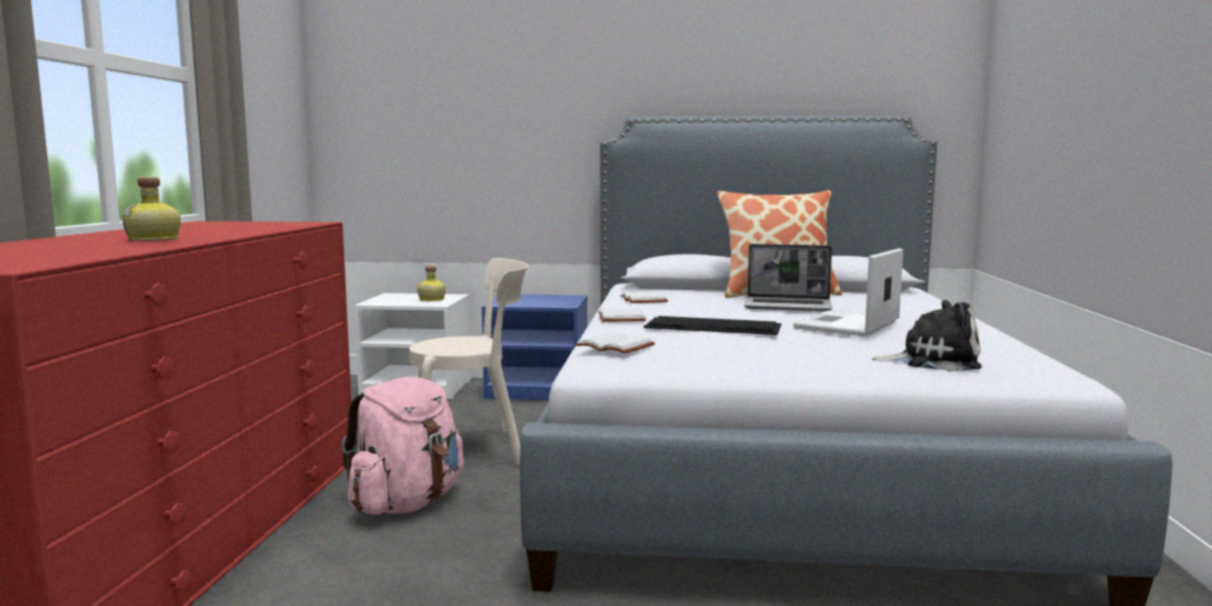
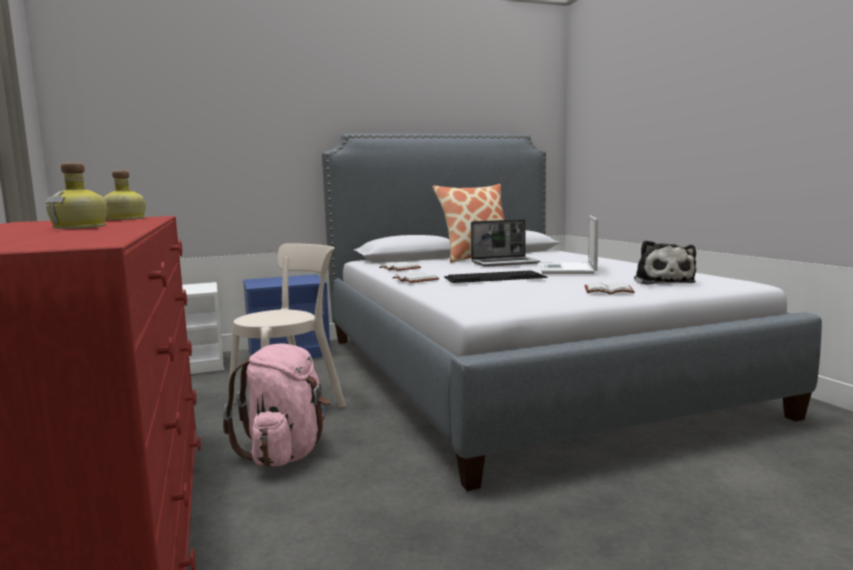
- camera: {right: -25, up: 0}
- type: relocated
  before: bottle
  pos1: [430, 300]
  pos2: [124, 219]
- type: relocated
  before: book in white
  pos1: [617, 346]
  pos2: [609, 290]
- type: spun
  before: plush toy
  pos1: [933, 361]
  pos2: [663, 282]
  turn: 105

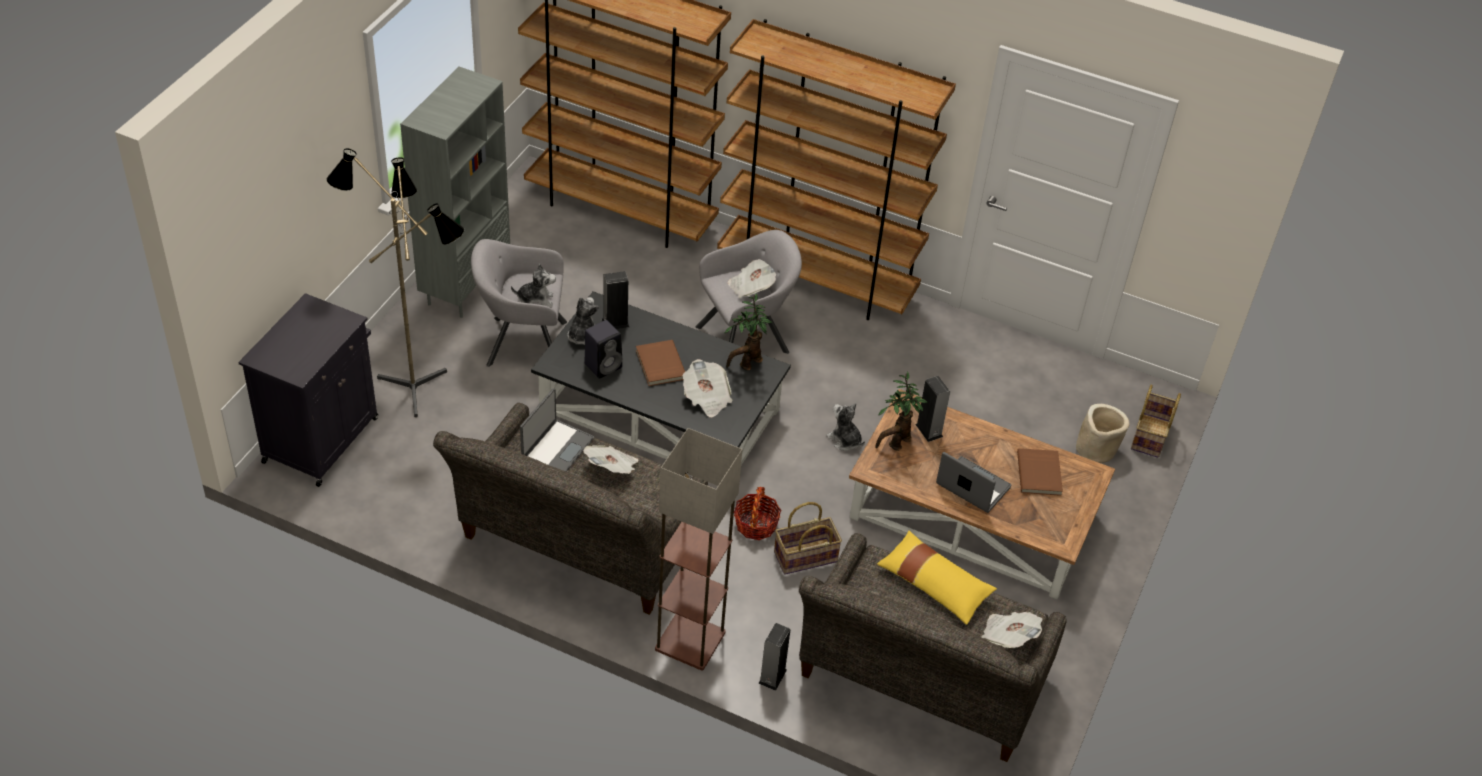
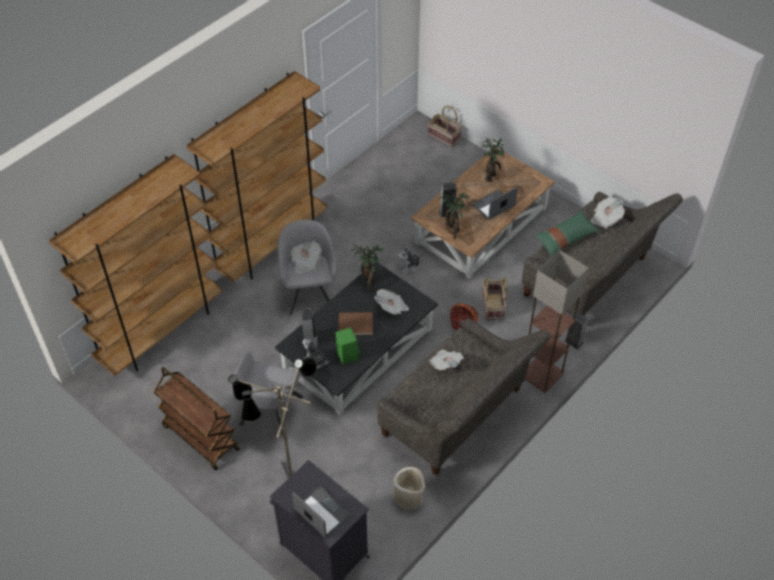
- camera: {right: -70, up: 5}
- type: exchanged
  before: bookcase in grey
  after: cart in brown
  pos1: [465, 285]
  pos2: [200, 437]
- type: relocated
  before: laptop
  pos1: [556, 448]
  pos2: [321, 513]
- type: colour
  before: speaker in black
  after: speaker in green
  pos1: [604, 365]
  pos2: [347, 354]
- type: relocated
  before: planter in beige
  pos1: [1096, 450]
  pos2: [409, 497]
- type: exchanged
  before: book in brown
  after: potted plant
  pos1: [1040, 474]
  pos2: [491, 176]
- type: colour
  before: pillow in yellow
  after: pillow in green
  pos1: [934, 584]
  pos2: [565, 238]
- type: missing
  before: plush toy
  pos1: [536, 300]

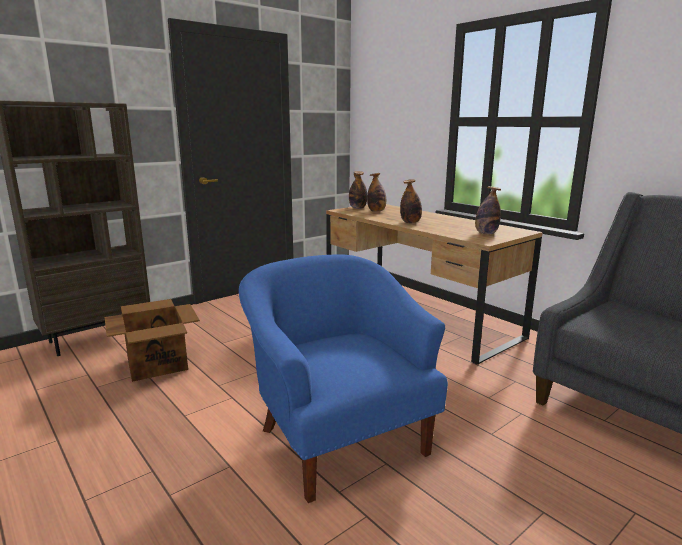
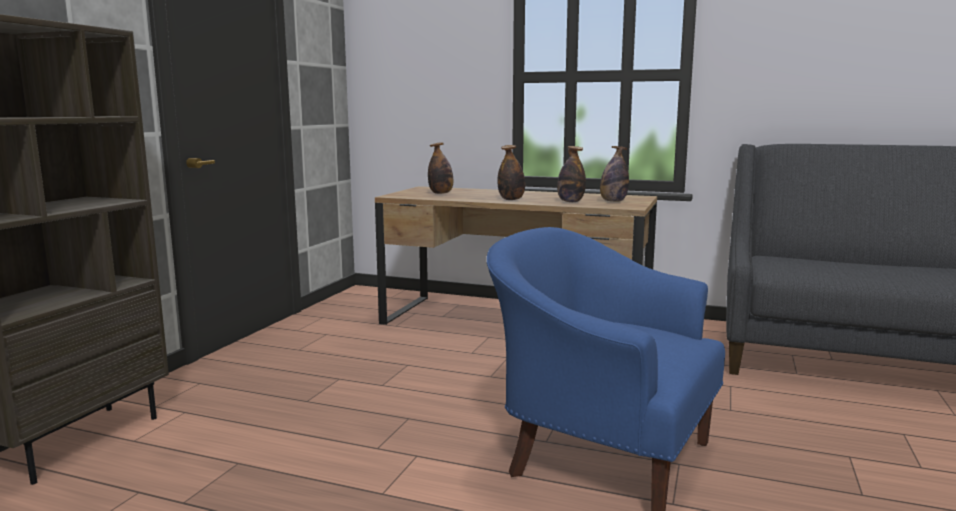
- camera: {right: -30, up: -5}
- type: relocated
  before: bottle
  pos1: [357, 208]
  pos2: [570, 201]
- type: missing
  before: cardboard box
  pos1: [157, 363]

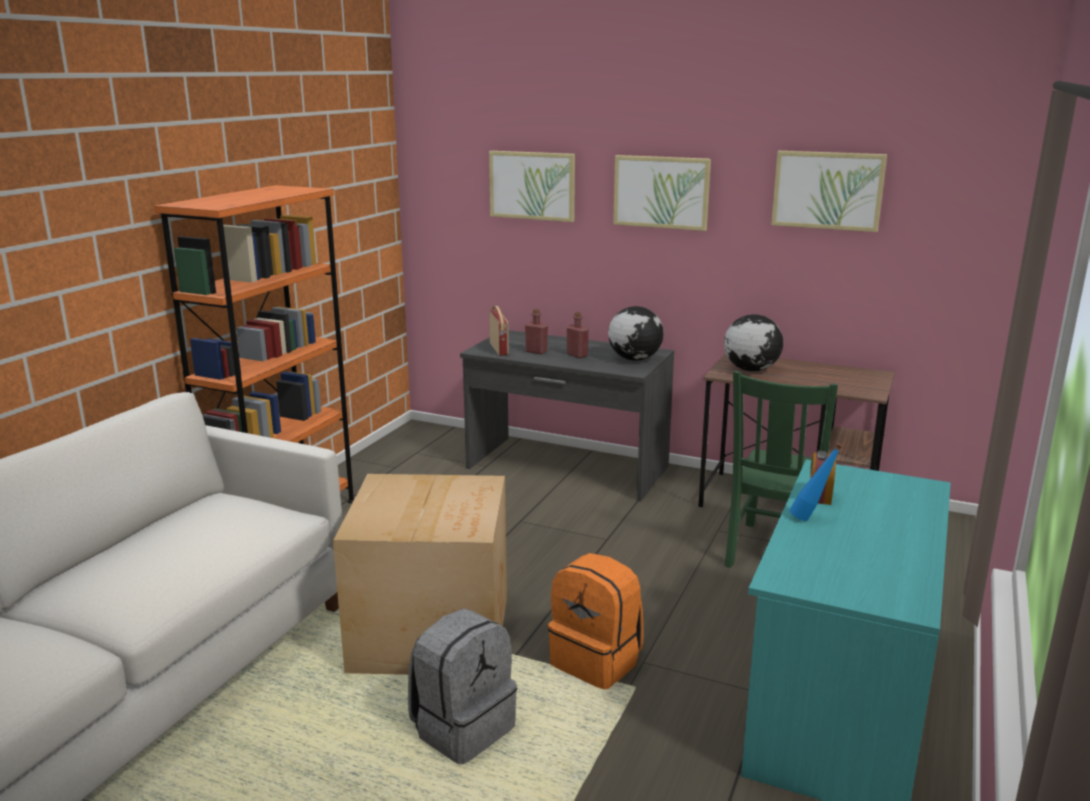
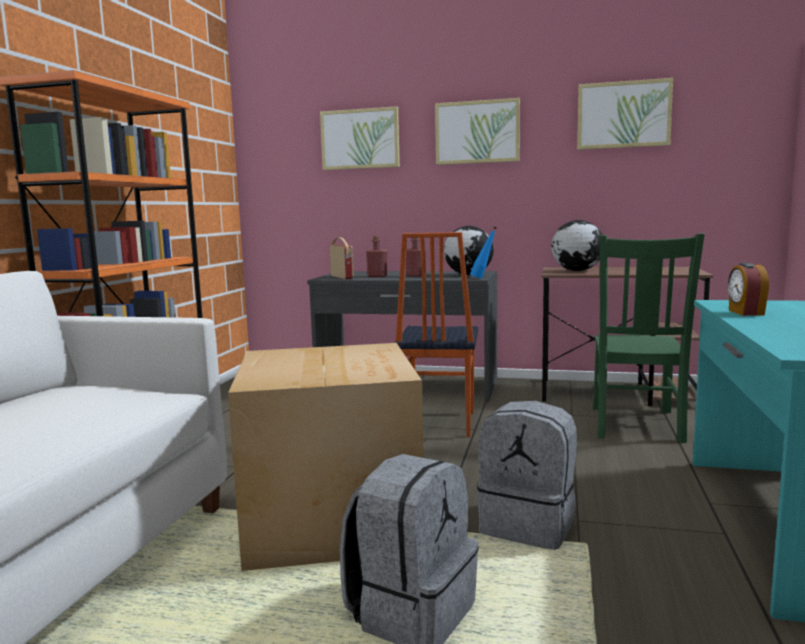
- camera: {right: -10, up: -10}
- type: appeared
  after: chair
  pos2: [437, 423]
- type: relocated
  before: bottle in blue
  pos1: [811, 519]
  pos2: [483, 278]
- type: colour
  before: backpack in orange
  after: backpack in grey
  pos1: [597, 661]
  pos2: [529, 525]

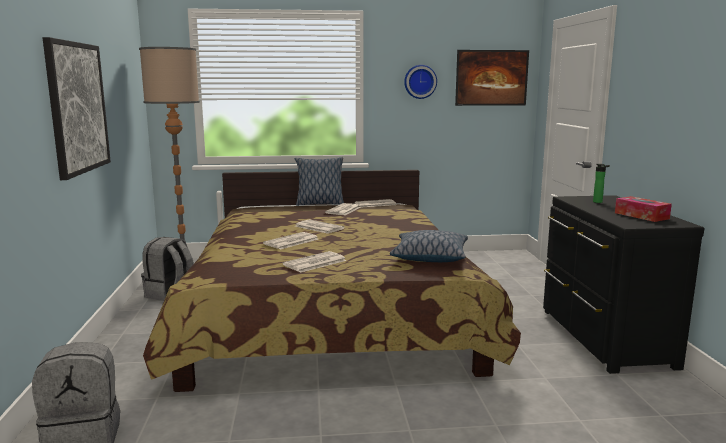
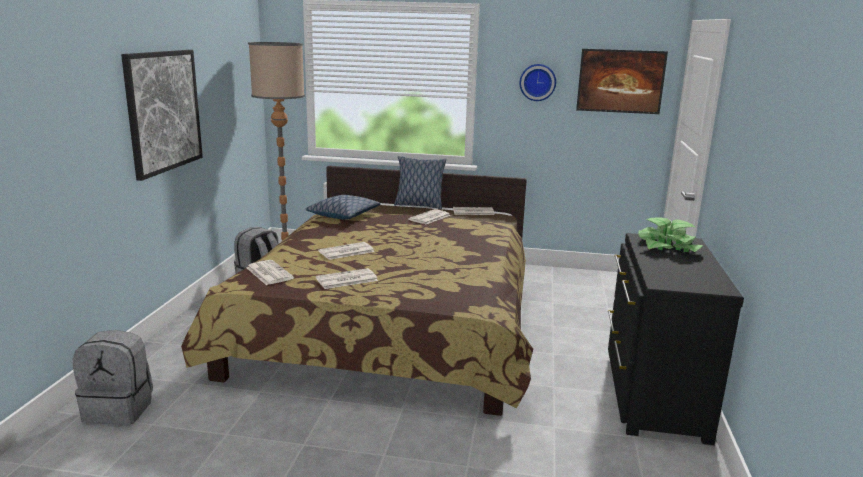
- camera: {right: 15, up: 5}
- type: relocated
  before: newspaper
  pos1: [318, 227]
  pos2: [268, 273]
- type: relocated
  before: pillow
  pos1: [429, 257]
  pos2: [343, 215]
- type: exchanged
  before: bottle
  after: potted plant
  pos1: [599, 202]
  pos2: [667, 247]
- type: missing
  before: tissue box
  pos1: [641, 216]

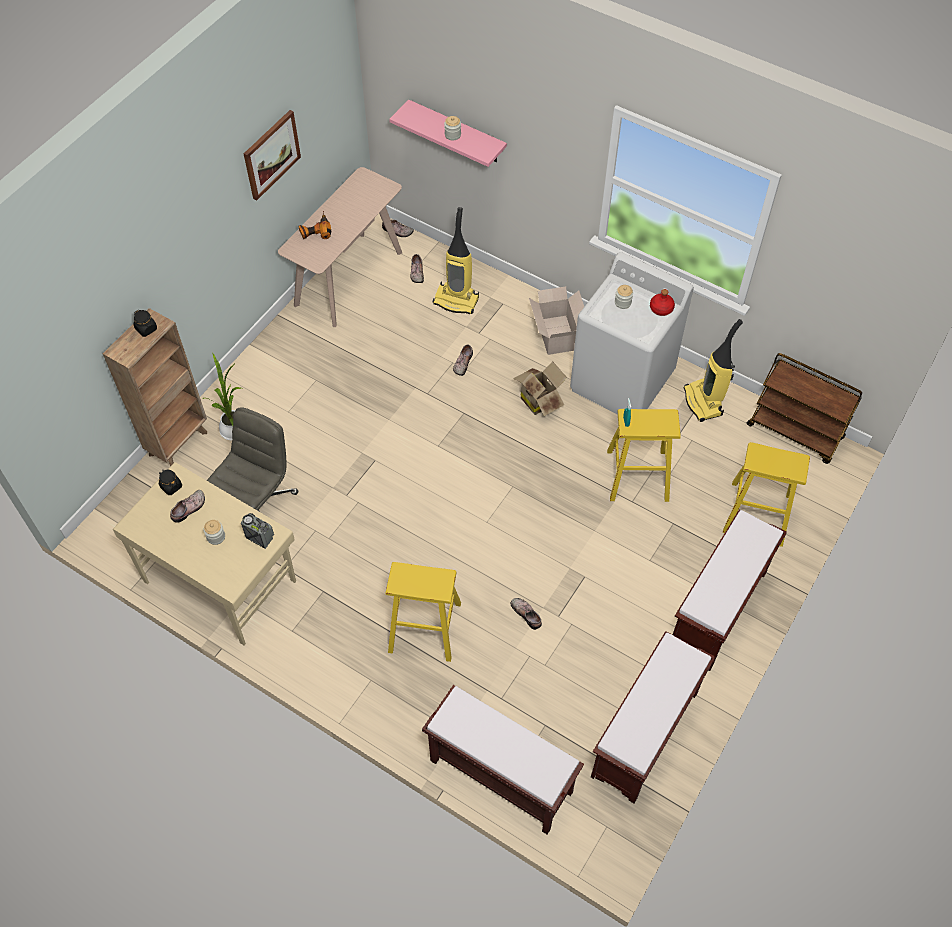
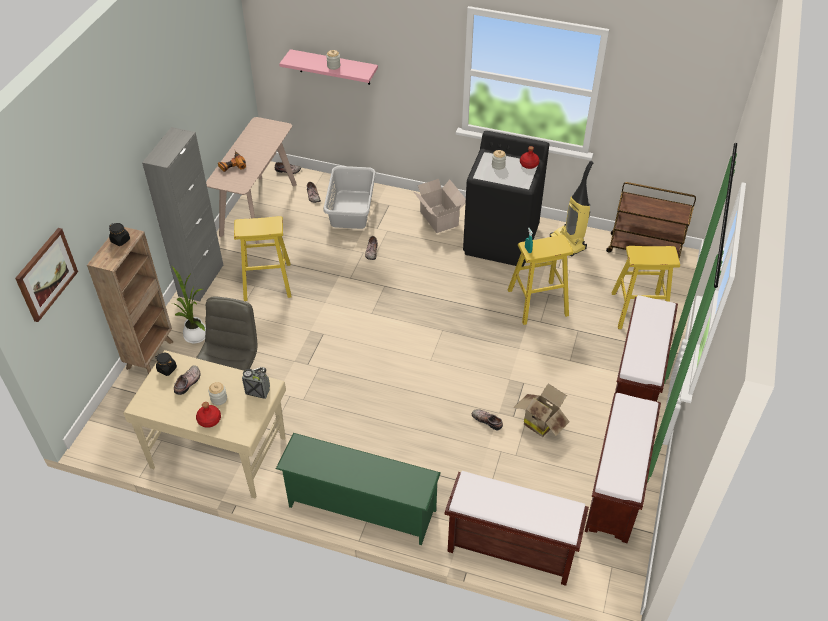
- camera: {right: -15, up: -10}
- type: relocated
  before: picture
  pos1: [271, 154]
  pos2: [46, 274]
- type: appeared
  after: cabinet in grey
  pos2: [201, 280]
- type: appeared
  after: bottle in red
  pos2: [209, 420]
- type: relocated
  before: stool in yellow
  pos1: [424, 627]
  pos2: [267, 281]
- type: appeared
  after: shoe rack in green
  pos2: [360, 509]
- type: exchanged
  before: vacuum cleaner
  after: laundry basket in grey
  pos1: [457, 300]
  pos2: [351, 209]
- type: colour
  before: washing machine in white
  after: washing machine in black
  pos1: [622, 381]
  pos2: [501, 240]
- type: relocated
  before: cardboard box
  pos1: [539, 400]
  pos2: [540, 422]

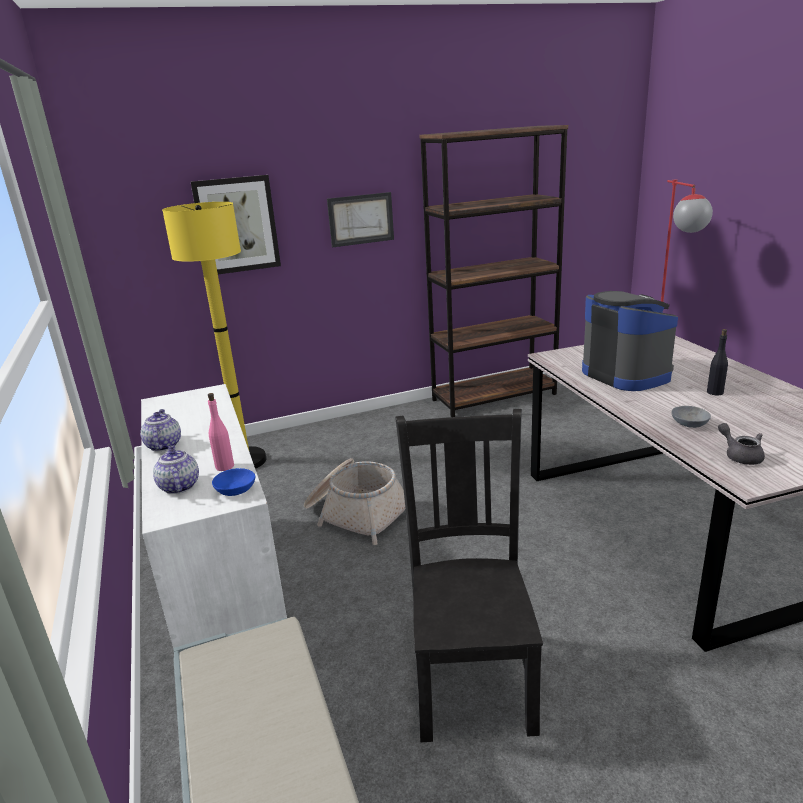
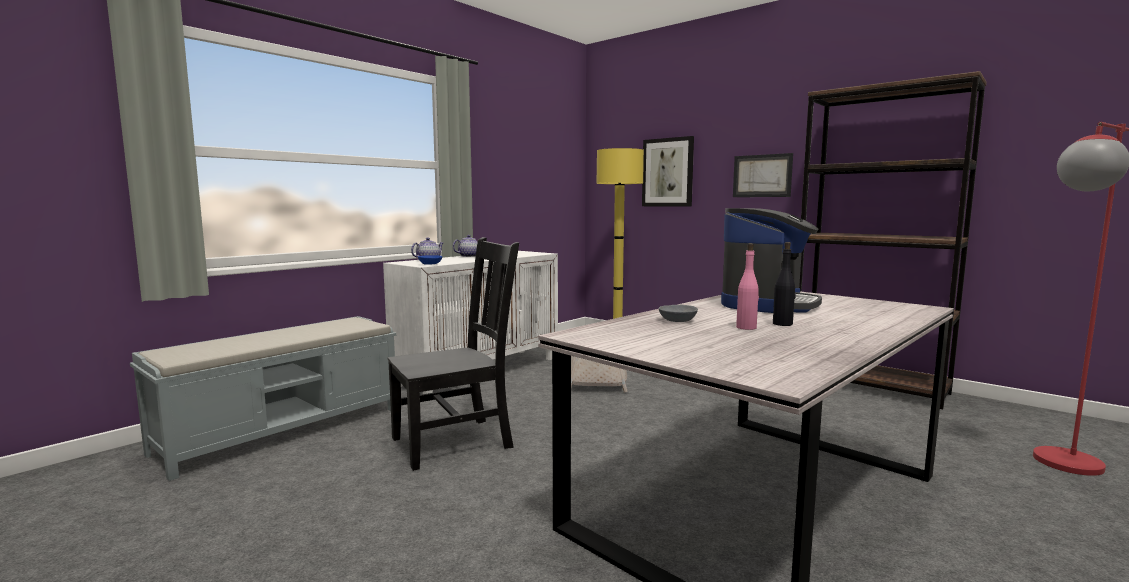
- camera: {right: 60, up: -15}
- type: relocated
  before: bottle in pink
  pos1: [225, 466]
  pos2: [746, 327]
- type: missing
  before: teapot in grey
  pos1: [740, 456]

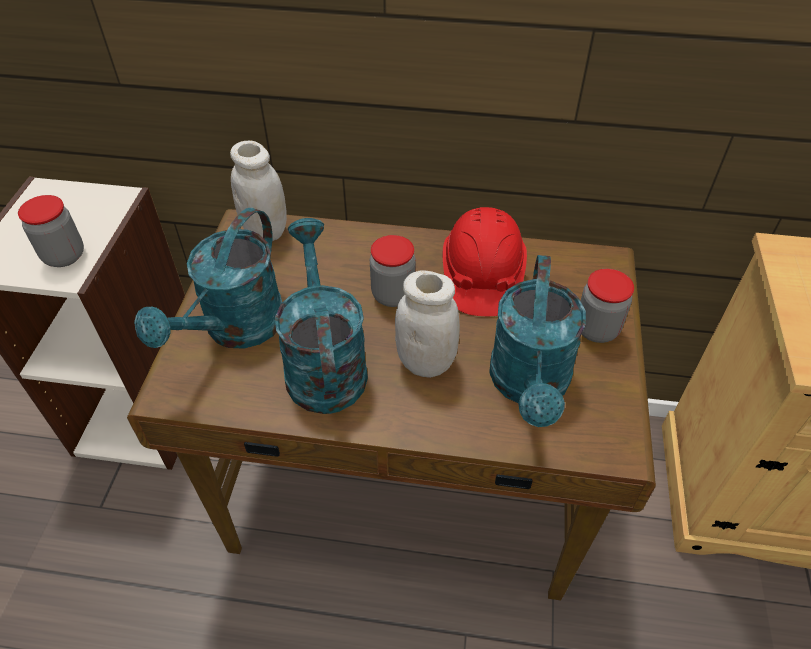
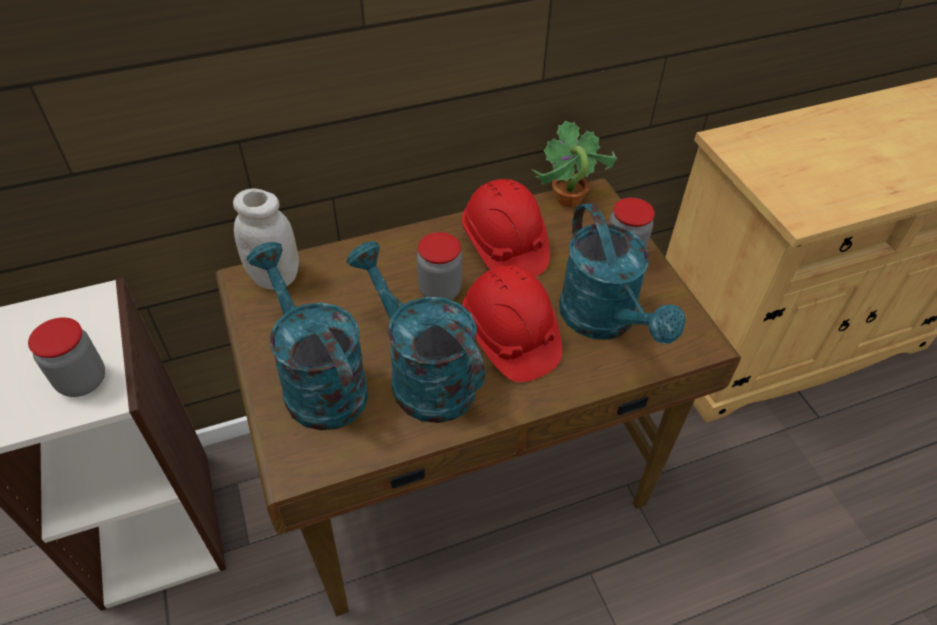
- camera: {right: -30, up: 0}
- type: spun
  before: watering can in turquoise
  pos1: [236, 330]
  pos2: [317, 380]
  turn: 150
- type: exchanged
  before: jar in white
  after: hard hat in red
  pos1: [426, 362]
  pos2: [509, 337]
- type: appeared
  after: potted plant
  pos2: [567, 199]

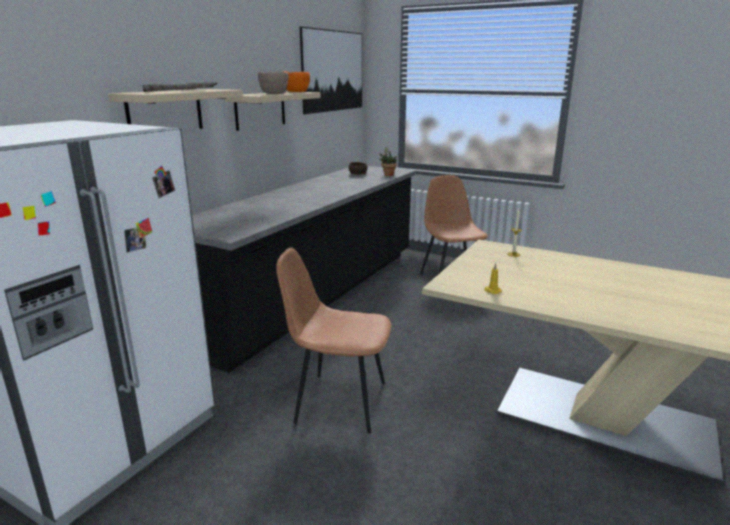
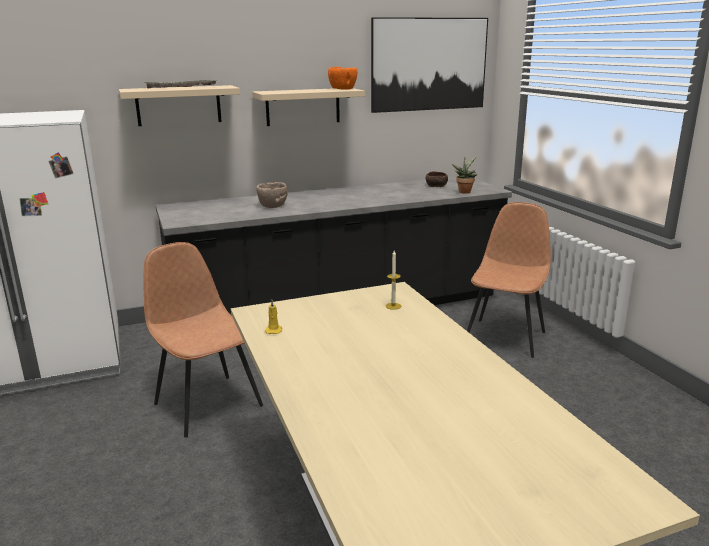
- camera: {right: 40, up: 0}
- type: relocated
  before: bowl in brown
  pos1: [273, 94]
  pos2: [272, 206]

